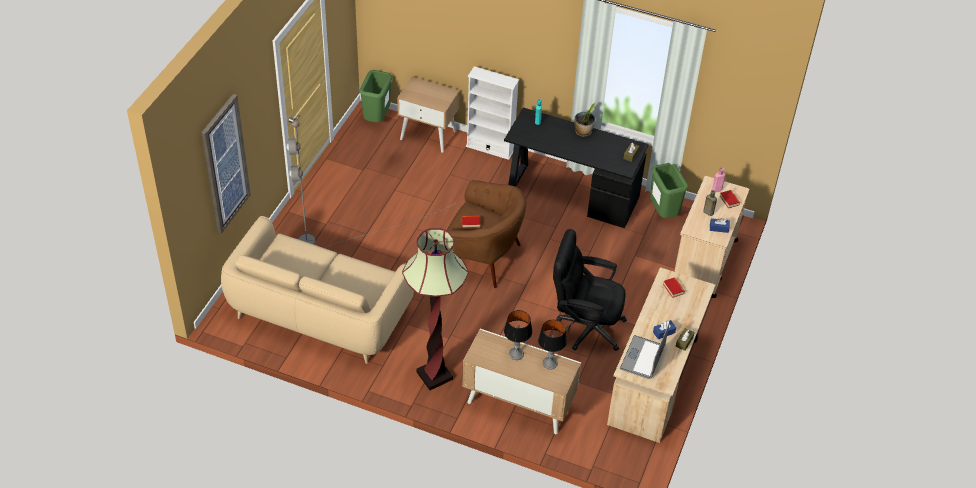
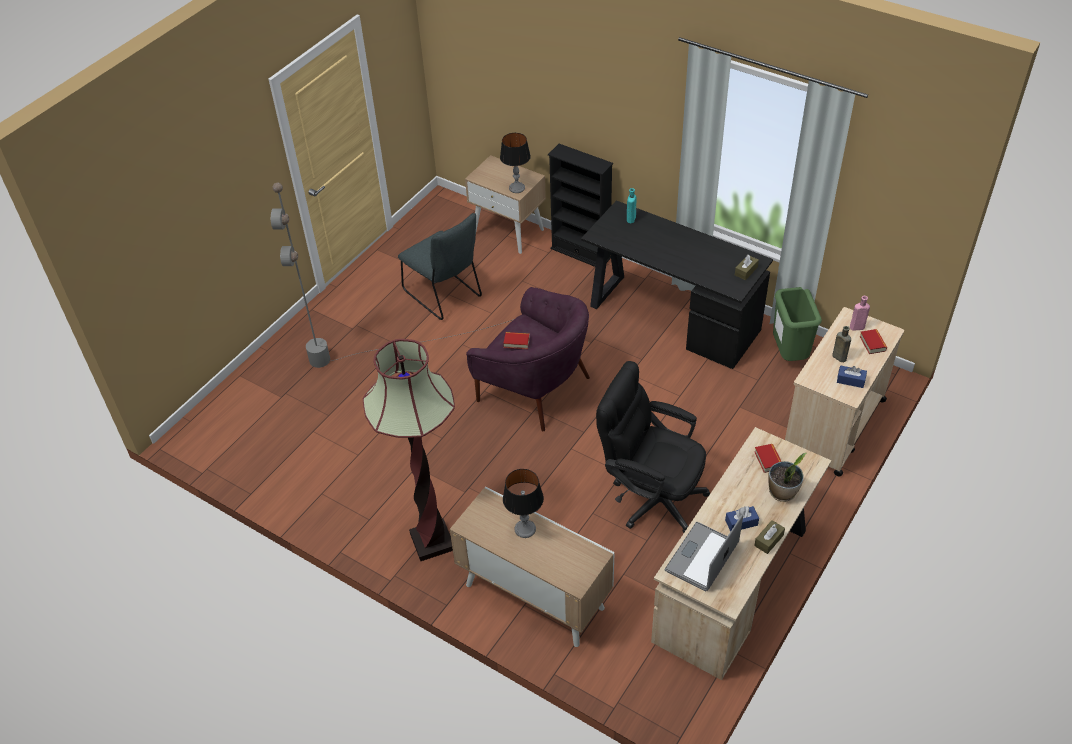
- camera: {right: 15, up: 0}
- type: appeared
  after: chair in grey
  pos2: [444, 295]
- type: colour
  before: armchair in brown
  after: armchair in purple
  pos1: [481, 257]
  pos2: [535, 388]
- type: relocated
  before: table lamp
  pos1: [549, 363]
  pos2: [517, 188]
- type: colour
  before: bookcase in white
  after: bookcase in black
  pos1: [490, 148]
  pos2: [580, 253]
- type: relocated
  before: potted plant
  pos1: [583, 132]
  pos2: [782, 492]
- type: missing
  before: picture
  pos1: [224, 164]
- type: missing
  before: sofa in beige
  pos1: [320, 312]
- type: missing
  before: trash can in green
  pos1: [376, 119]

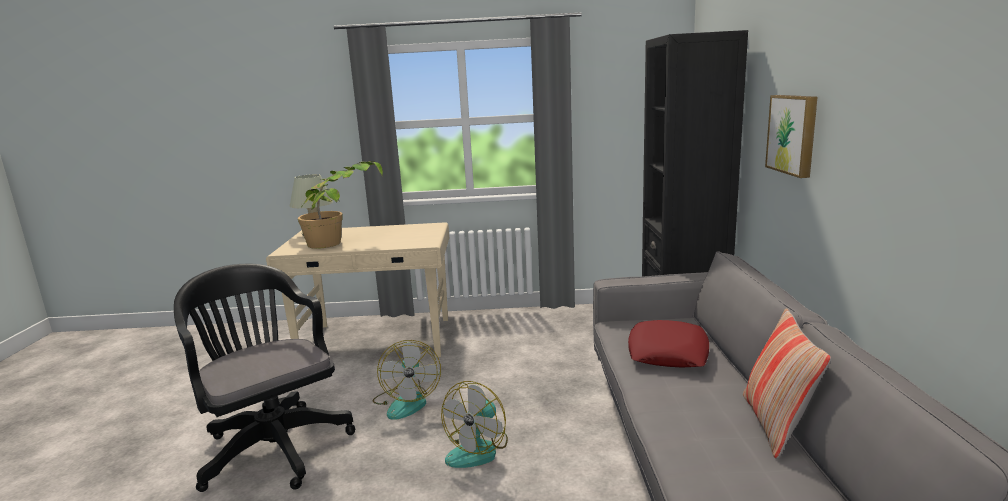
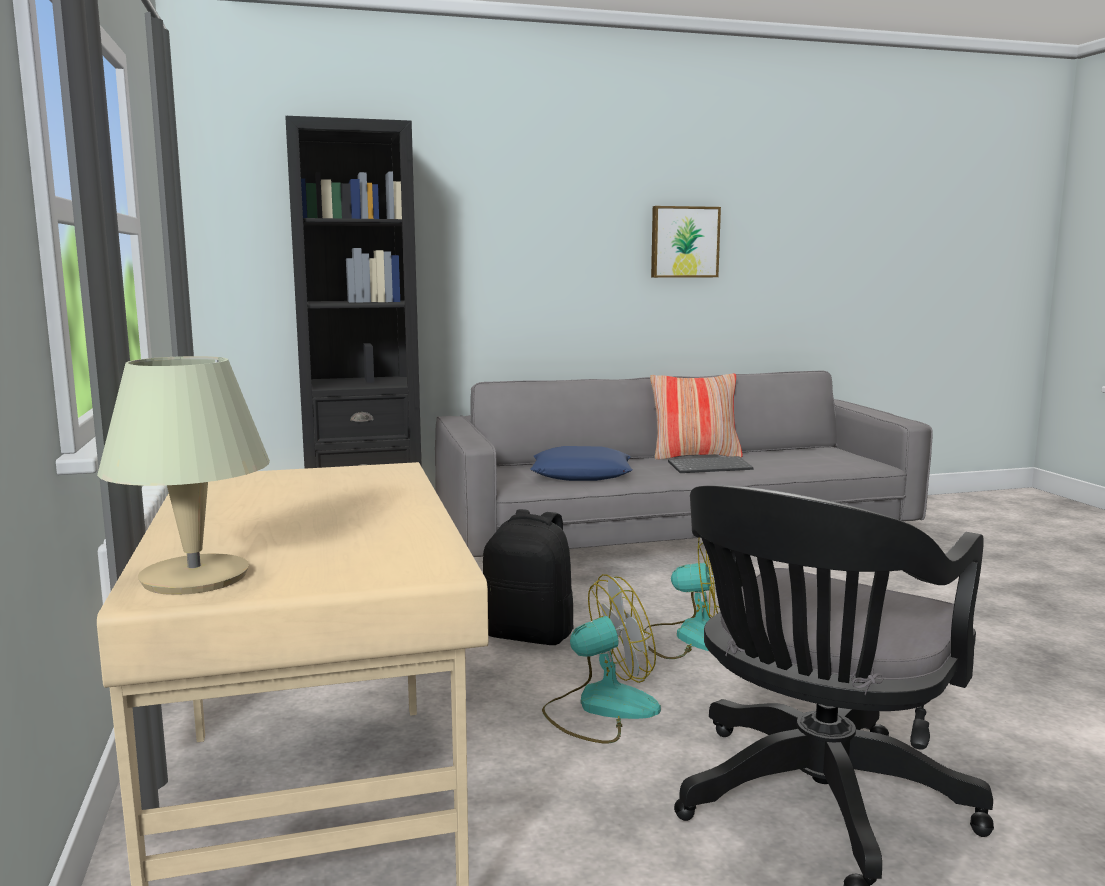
- camera: {right: -105, up: -5}
- type: appeared
  after: backpack in black
  pos2: [530, 635]
- type: colour
  before: pillow in red
  after: pillow in blue
  pos1: [668, 352]
  pos2: [582, 474]
- type: relocated
  before: picture
  pos1: [793, 134]
  pos2: [684, 242]
- type: appeared
  after: keyboard
  pos2: [710, 467]
- type: missing
  before: potted plant
  pos1: [342, 242]

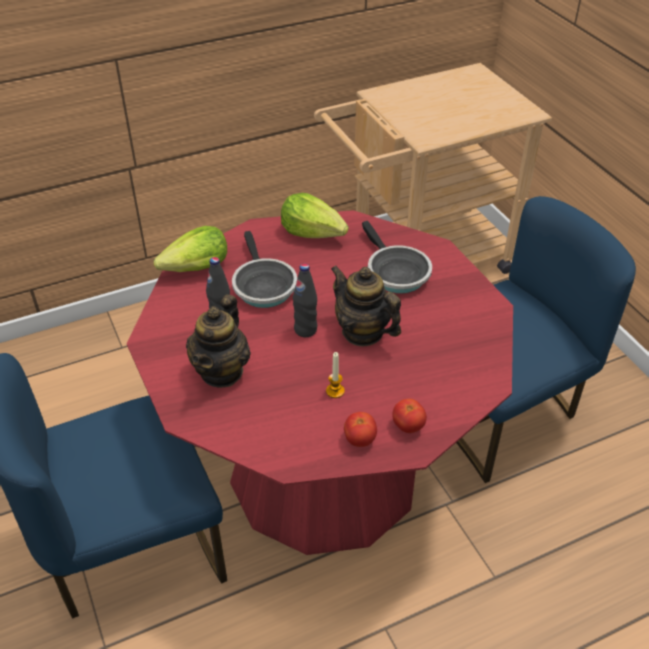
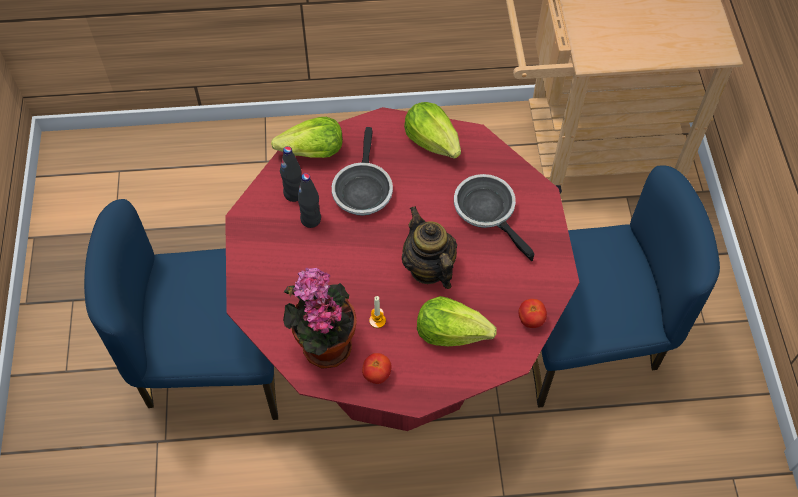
- camera: {right: 20, up: 15}
- type: relocated
  before: bottle in black
  pos1: [305, 330]
  pos2: [294, 194]
- type: appeared
  after: potted plant
  pos2: [323, 344]
- type: appeared
  after: lettuce
  pos2: [451, 331]
- type: spun
  before: frying pan
  pos1: [395, 272]
  pos2: [488, 211]
  turn: 150
- type: relocated
  before: tomato
  pos1: [408, 426]
  pos2: [531, 320]
- type: missing
  before: teapot
  pos1: [222, 371]

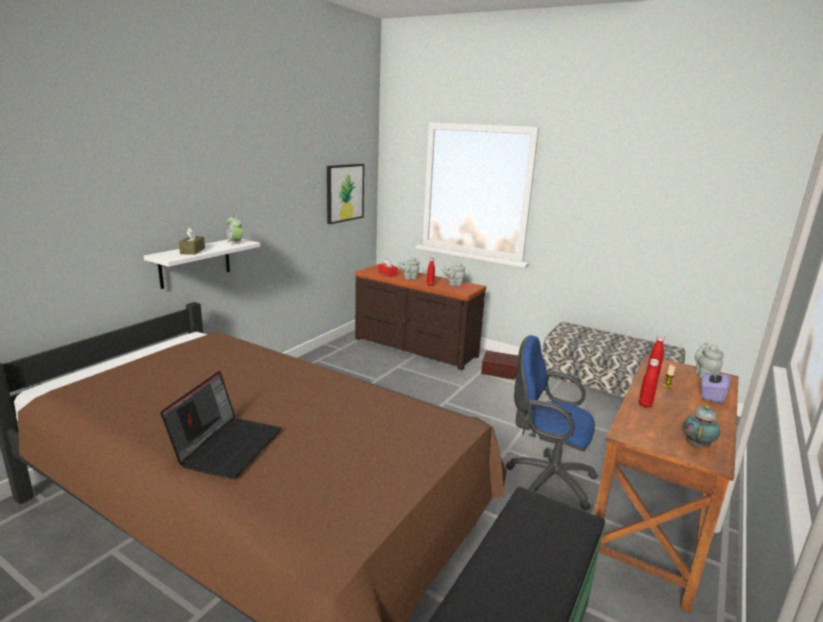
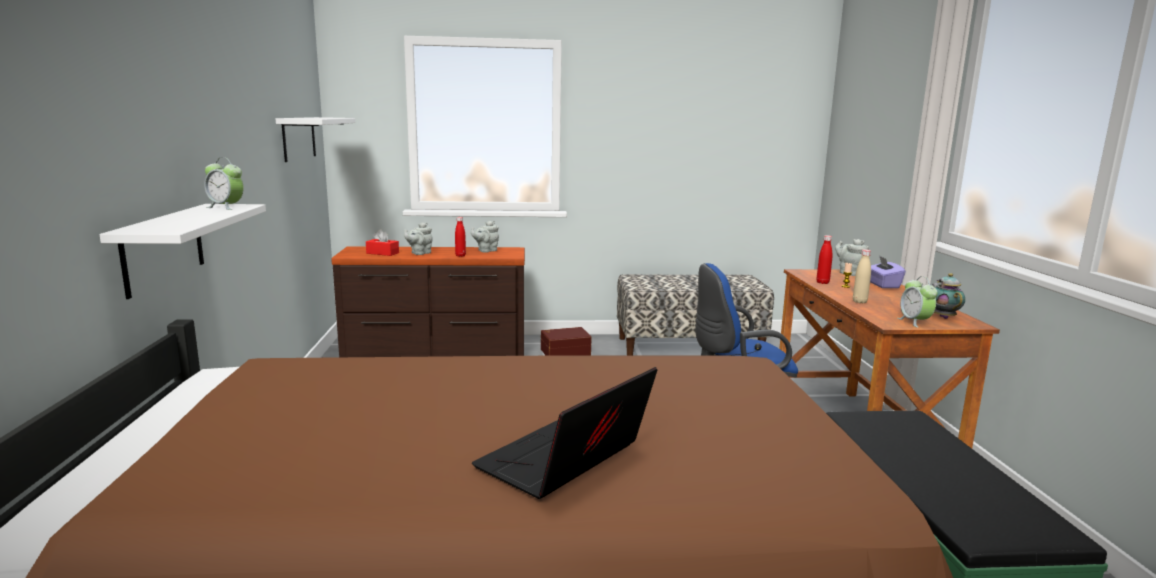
- camera: {right: -35, up: -5}
- type: exchanged
  before: picture
  after: shelf in white
  pos1: [344, 193]
  pos2: [299, 138]
- type: spun
  before: laptop
  pos1: [228, 445]
  pos2: [564, 462]
  turn: -120
- type: colour
  before: bottle in red
  after: bottle in beige
  pos1: [645, 405]
  pos2: [859, 302]
- type: appeared
  after: alarm clock
  pos2: [914, 322]
- type: missing
  before: tissue box in brown
  pos1: [192, 251]

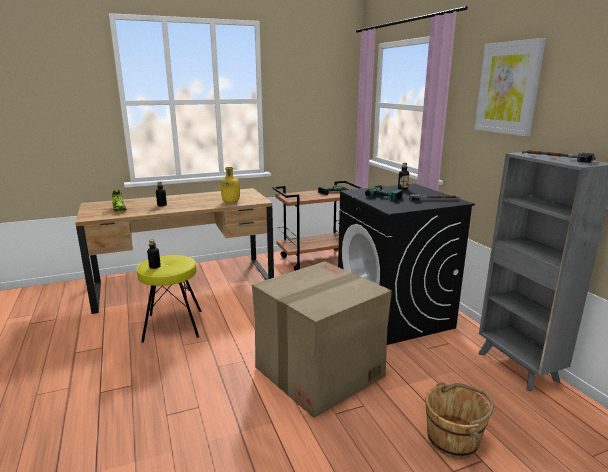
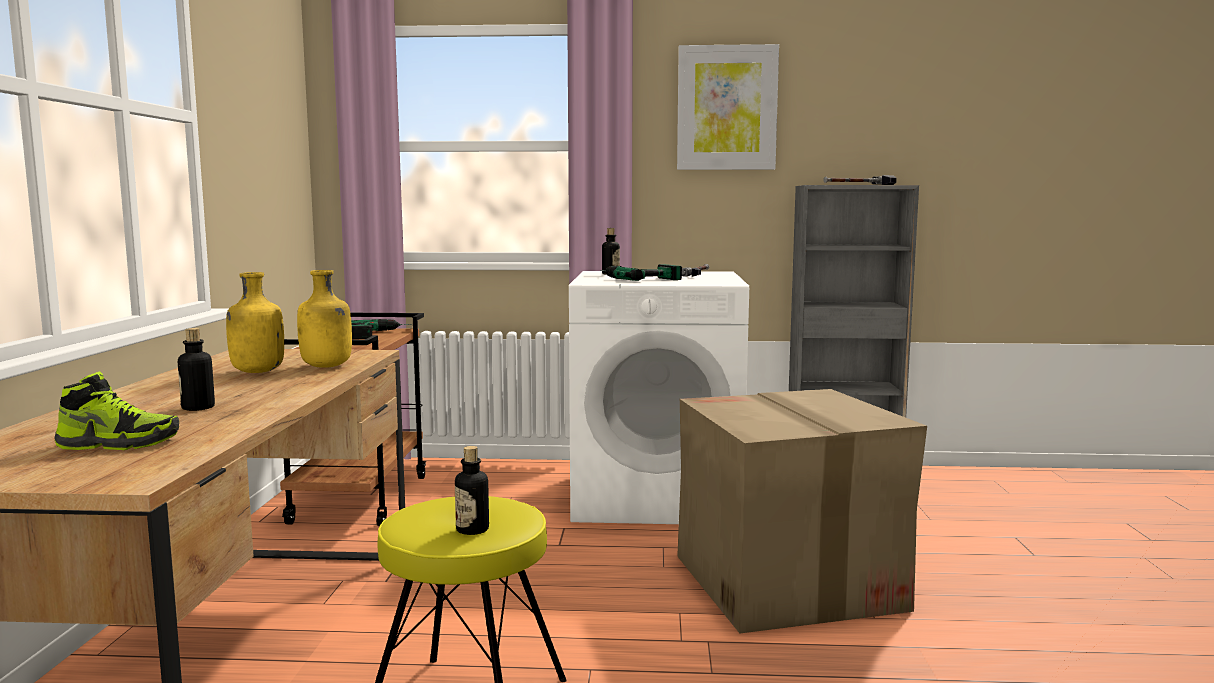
- camera: {right: -65, up: -10}
- type: appeared
  after: bottle in yellow
  pos2: [256, 372]
- type: colour
  before: washing machine in black
  after: washing machine in white
  pos1: [394, 315]
  pos2: [657, 497]
- type: missing
  before: bucket in brown
  pos1: [453, 439]

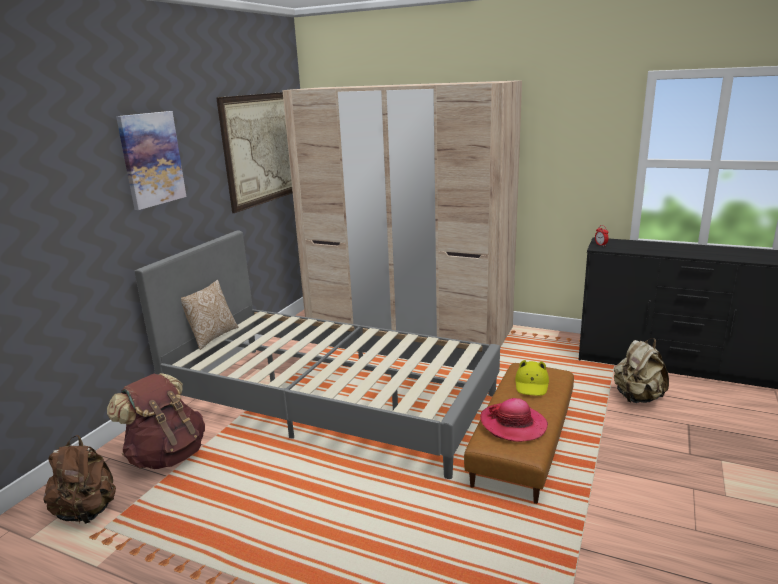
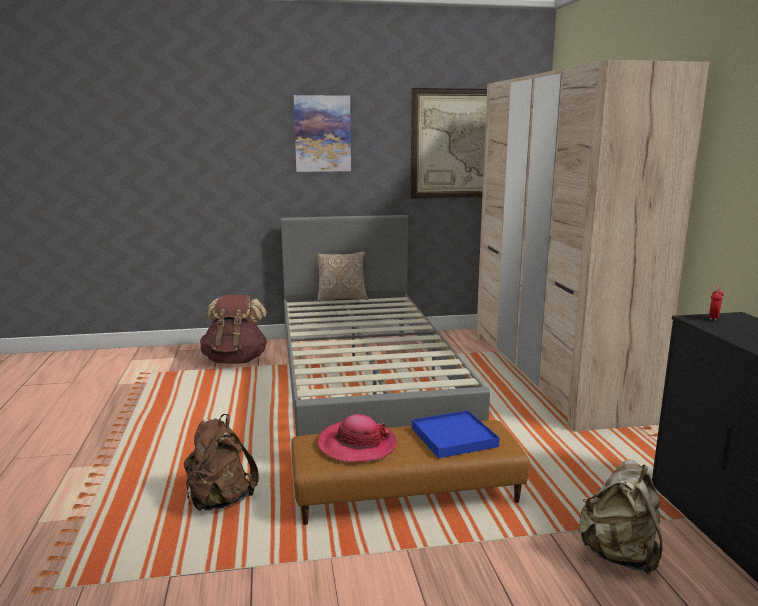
- camera: {right: 55, up: -5}
- type: relocated
  before: backpack in brown
  pos1: [87, 512]
  pos2: [219, 501]
- type: exchanged
  before: hat in yellow
  after: tray in blue
  pos1: [532, 384]
  pos2: [454, 437]

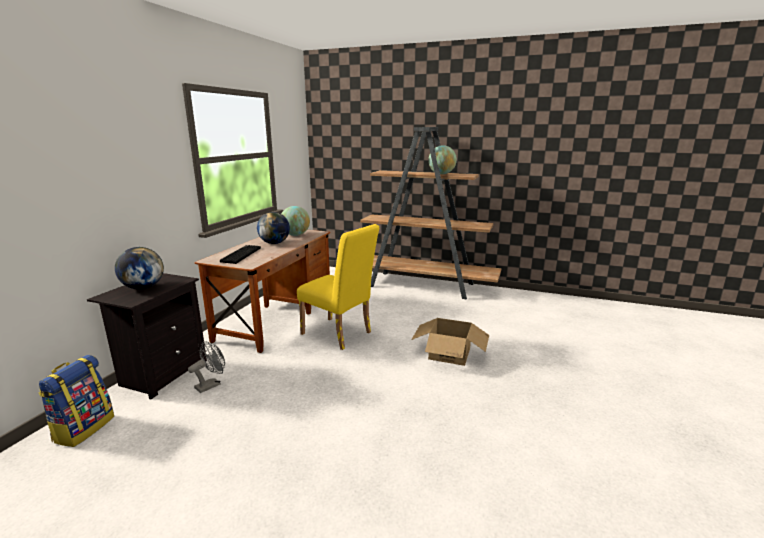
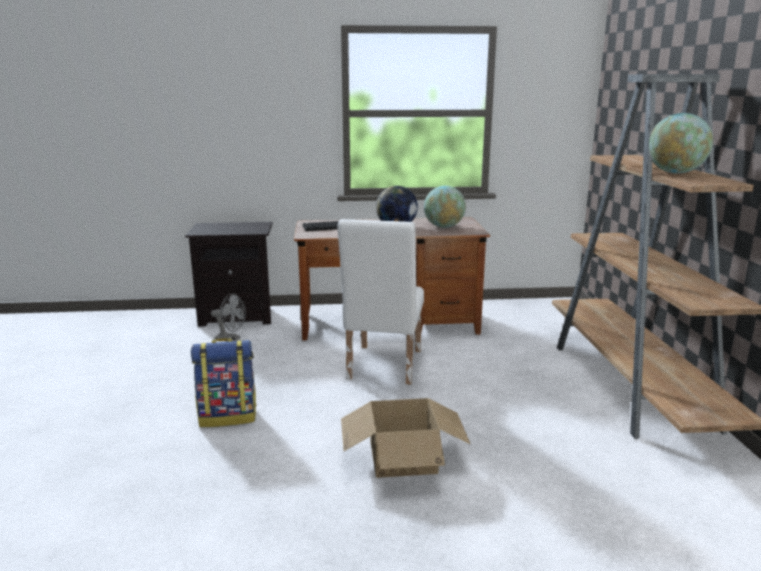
- camera: {right: 65, up: 0}
- type: relocated
  before: backpack
  pos1: [84, 428]
  pos2: [228, 416]
- type: colour
  before: chair in yellow
  after: chair in white
  pos1: [339, 334]
  pos2: [382, 367]
- type: missing
  before: globe
  pos1: [143, 287]

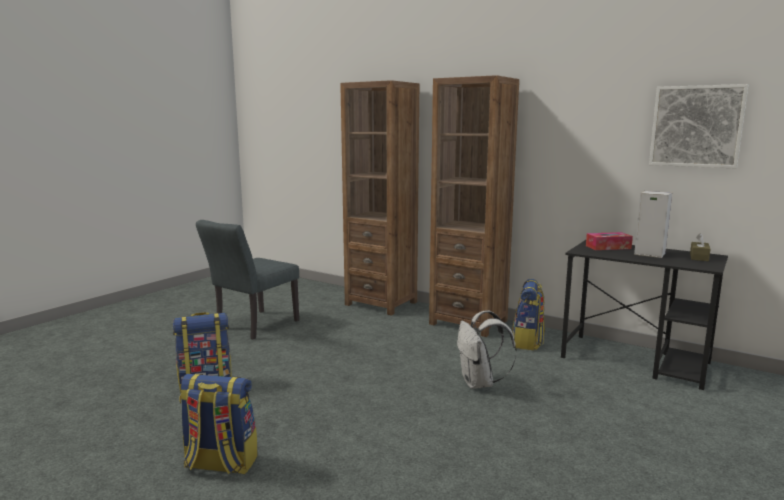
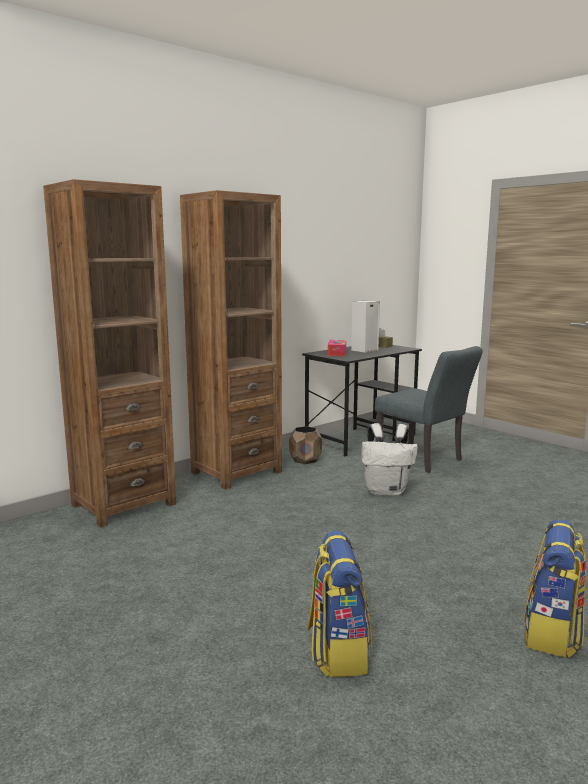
- camera: {right: -75, up: 0}
- type: exchanged
  before: backpack
  after: planter in brown
  pos1: [528, 342]
  pos2: [305, 460]
- type: relocated
  before: chair in grey
  pos1: [252, 326]
  pos2: [424, 460]
- type: missing
  before: picture
  pos1: [696, 126]

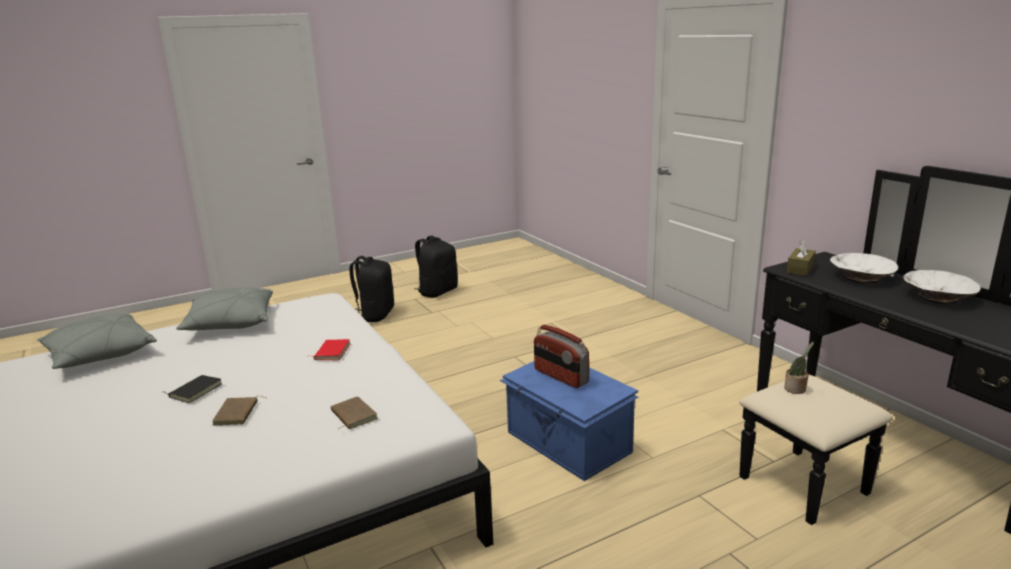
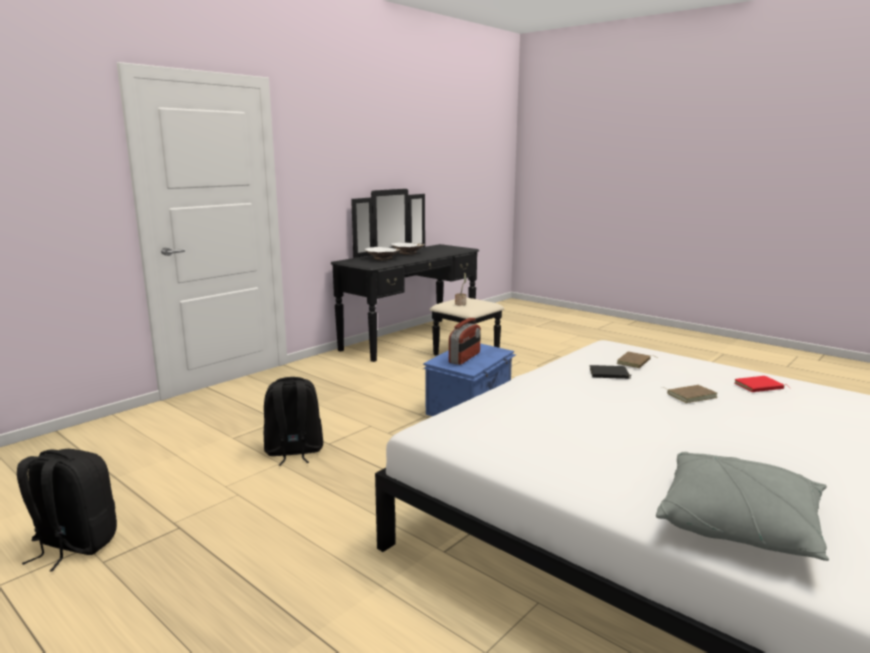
- camera: {right: -110, up: -5}
- type: relocated
  before: backpack in black
  pos1: [375, 315]
  pos2: [293, 452]
- type: relocated
  before: book in black
  pos1: [195, 390]
  pos2: [609, 375]
- type: relocated
  before: book in red
  pos1: [331, 352]
  pos2: [759, 387]
- type: missing
  before: pillow in grey
  pos1: [230, 323]
- type: missing
  before: tissue box in brown
  pos1: [800, 269]

